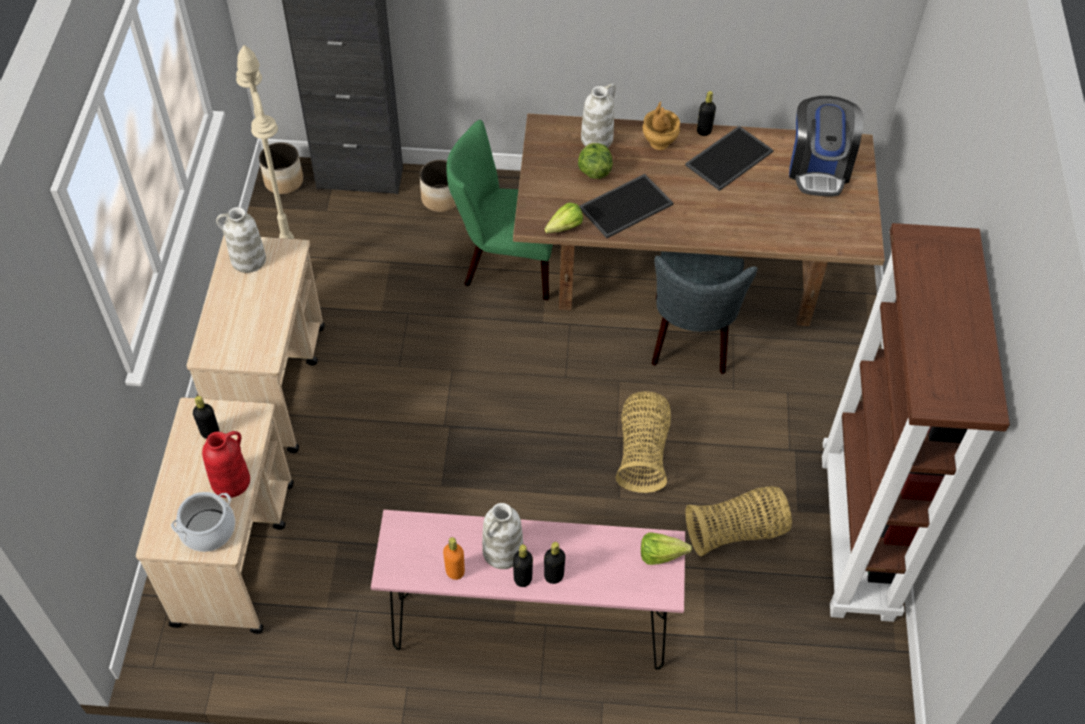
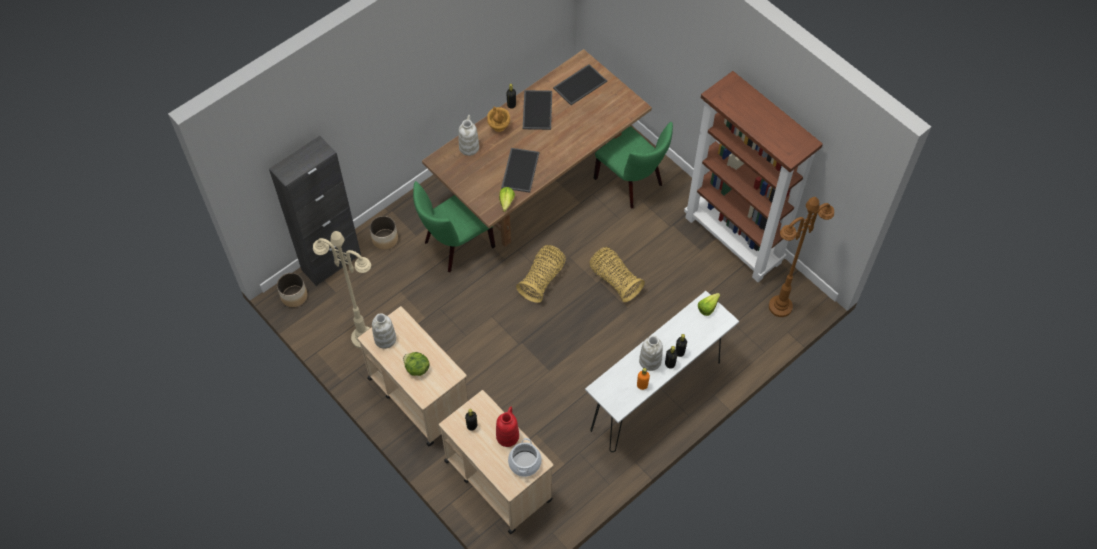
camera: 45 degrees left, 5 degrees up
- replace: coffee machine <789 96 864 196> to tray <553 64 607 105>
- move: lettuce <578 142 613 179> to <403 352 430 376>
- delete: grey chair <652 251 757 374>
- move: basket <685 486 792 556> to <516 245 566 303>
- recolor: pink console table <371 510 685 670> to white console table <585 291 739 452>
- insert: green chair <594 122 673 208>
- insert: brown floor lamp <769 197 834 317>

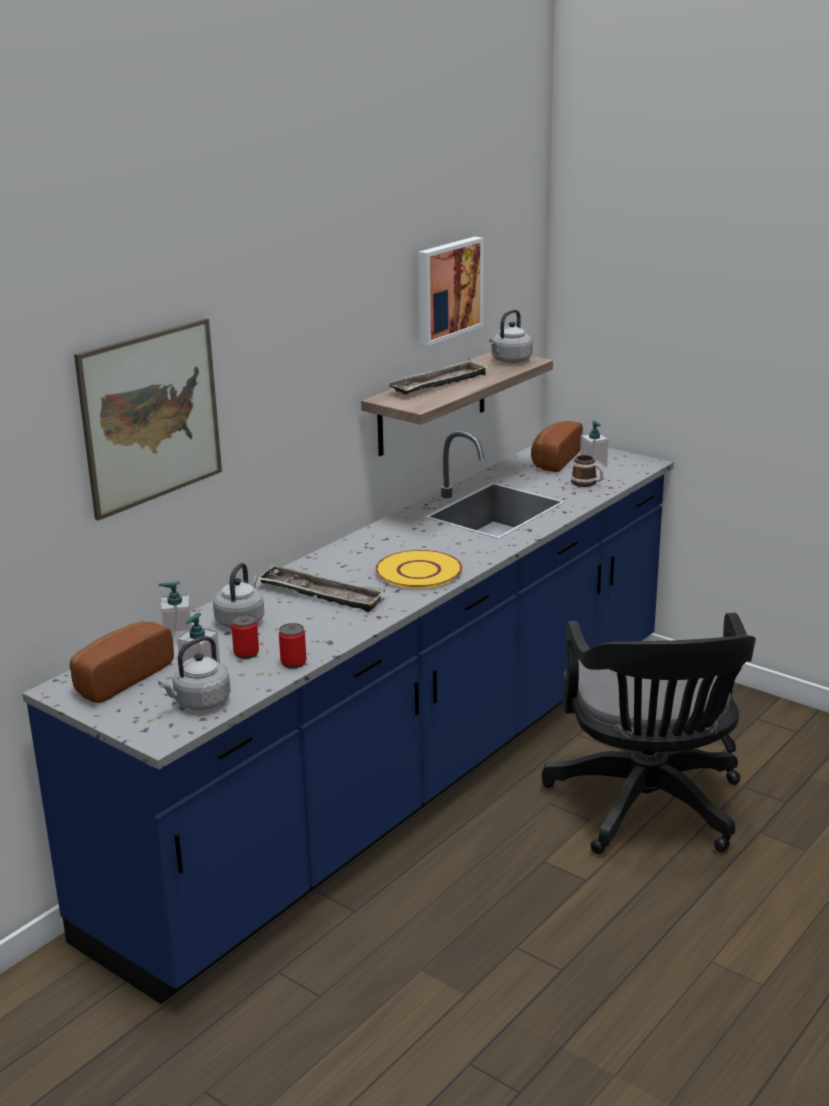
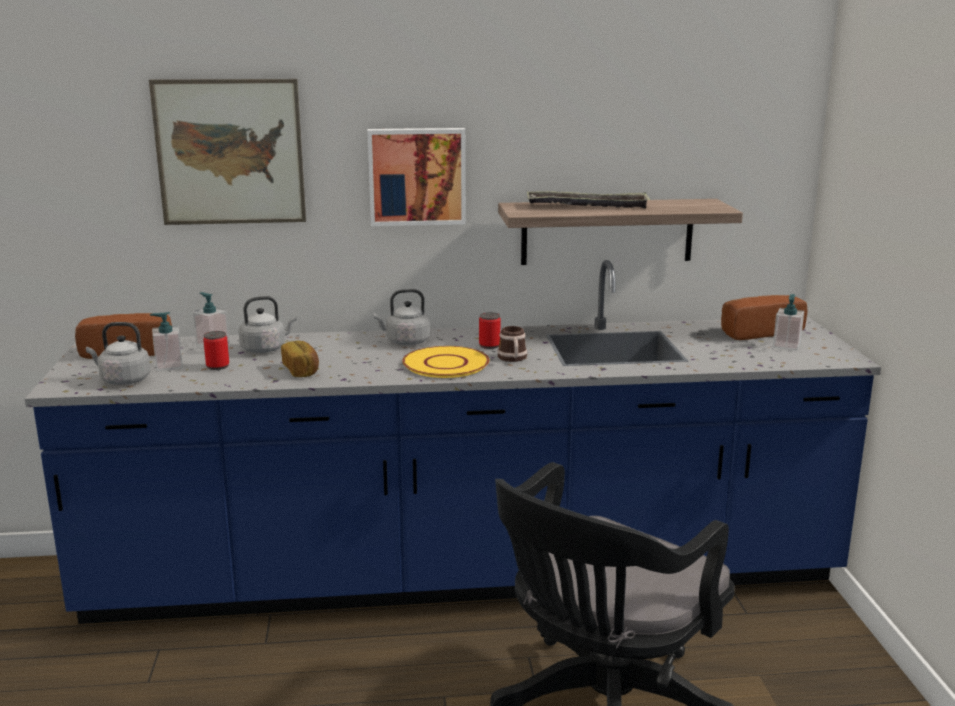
camera: 45 degrees right, 5 degrees down
- move: picture <418 237 484 346> to <367 128 466 226>
- move: grey kettle <489 309 532 363> to <373 289 430 345>
- move: mug <571 455 604 487> to <497 326 527 362>
- delete: tray <258 566 386 612>
- move: can <279 623 306 669> to <479 312 501 349>
- insert: bread <281 341 319 377>

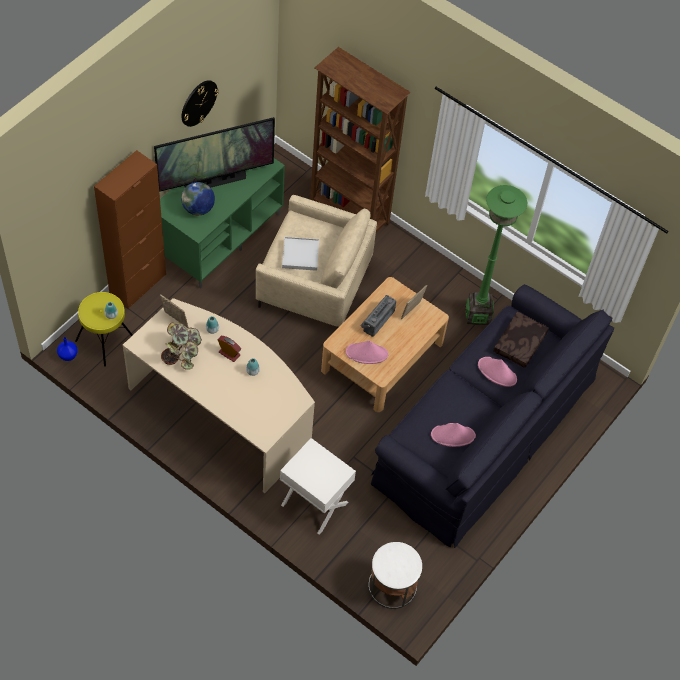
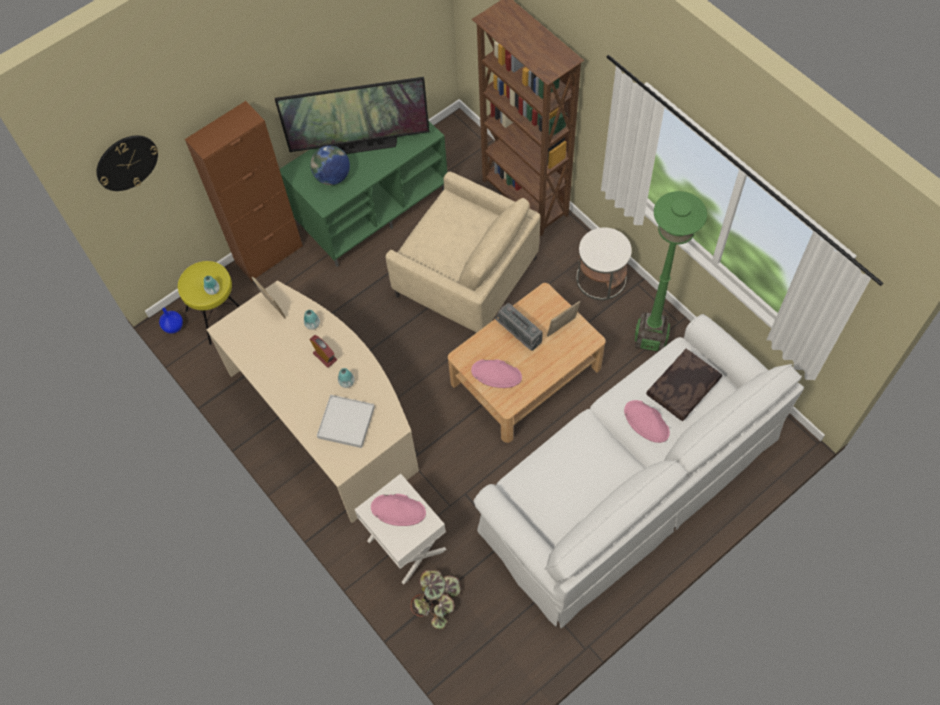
camera: 20 degrees right, 5 degrees up
- move: wall clock <181 80 219 127> to <96 136 158 191>
- move: white tray <282 237 319 271> to <317 395 375 448>
- recolor: black sofa <371 284 614 548> to white sofa <473 314 804 628>
- rotate: radio <360 295 396 337> = <495 303 543 351> 90 degrees counterclockwise
- move: potted plant <161 322 202 370> to <410 570 461 629>
- move: pink hat <431 423 476 447> to <371 494 426 526>
- move: white side table <368 542 422 609> to <576 227 632 300>

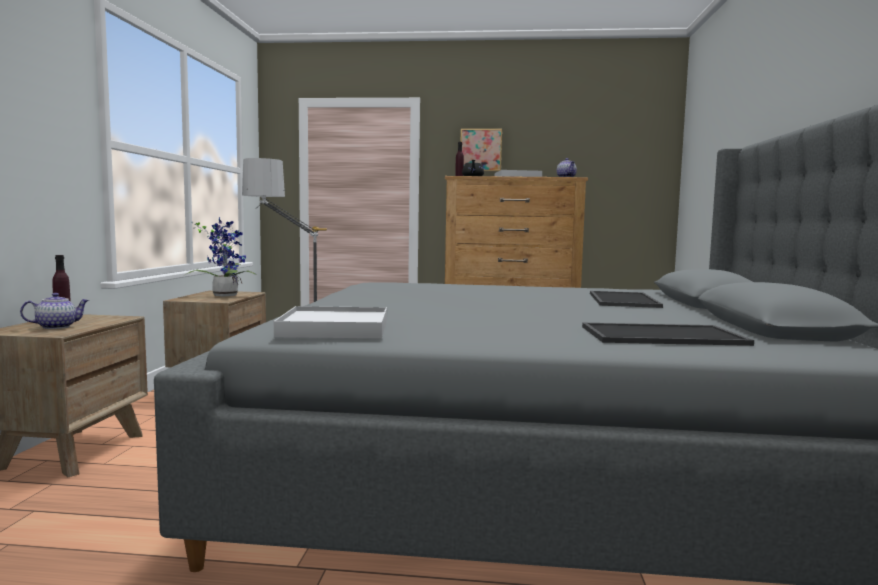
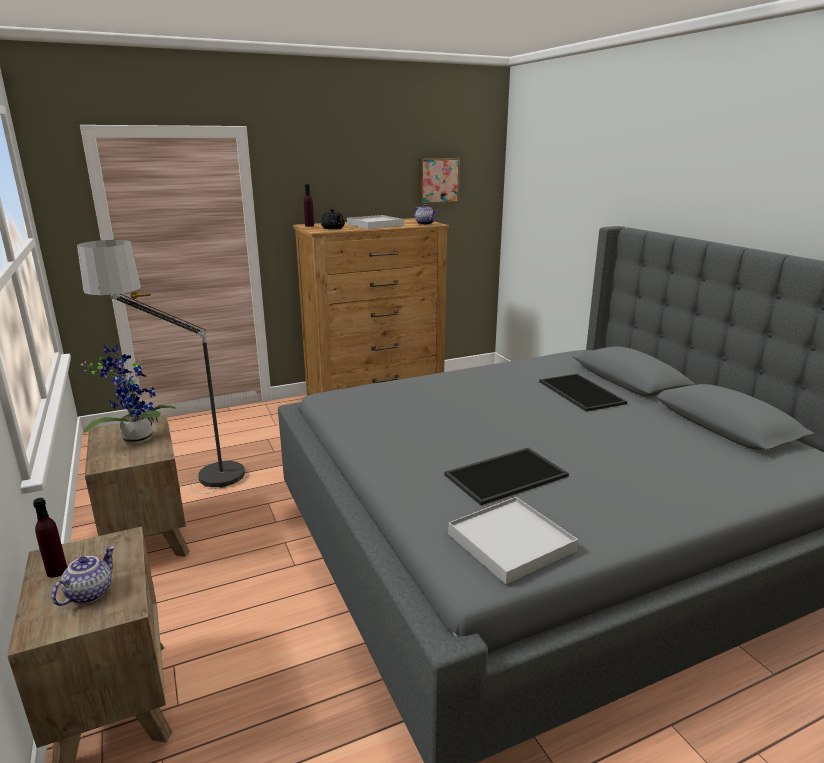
camera: 30 degrees left, 15 degrees up
- move: picture <460 129 502 172> to <419 158 460 204>
- move: tray <582 323 754 346> to <444 448 569 505>

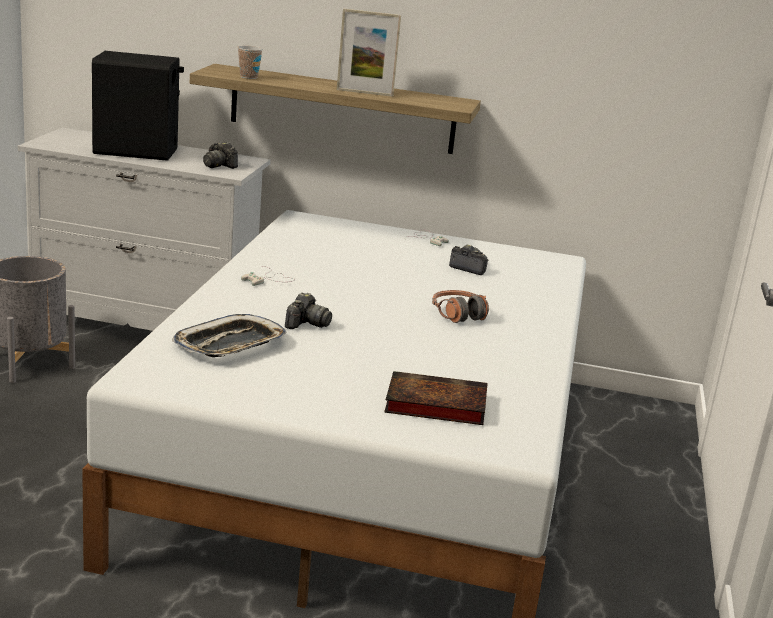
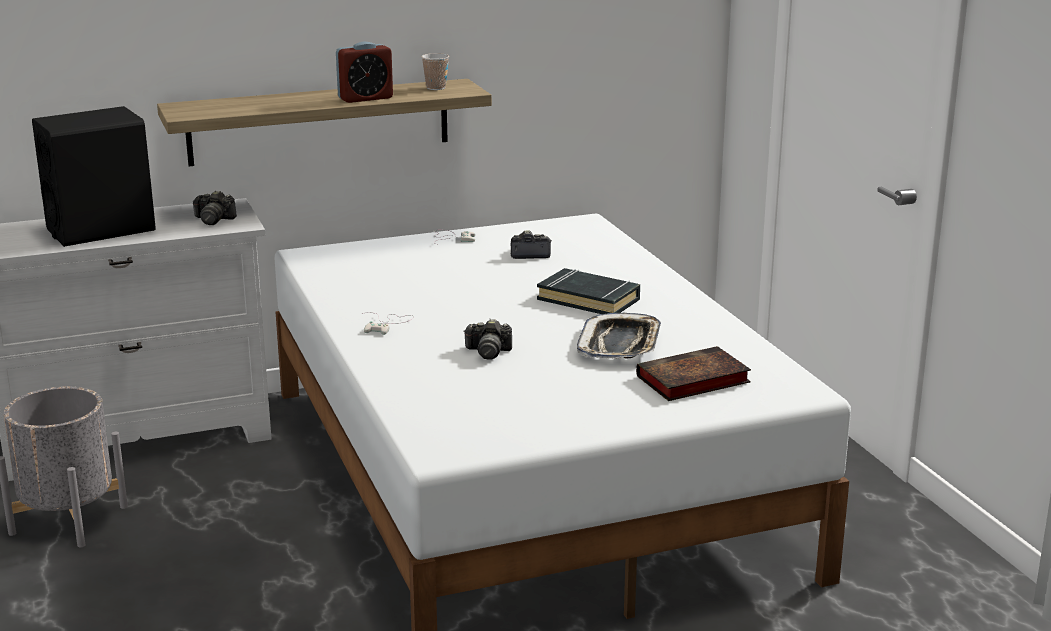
camera: 30 degrees left, 0 degrees up
- replace: picture frame <337 9 401 97> to alarm clock <336 42 393 103>
- move: cup <238 46 263 79> to <421 53 449 90>
- replace: headphones <432 290 489 323> to black book <537 268 640 314>
- rotate: photo camera <285 293 332 329> = <463 319 512 360> 105 degrees clockwise
- move: tray <172 314 287 357> to <577 313 661 359>

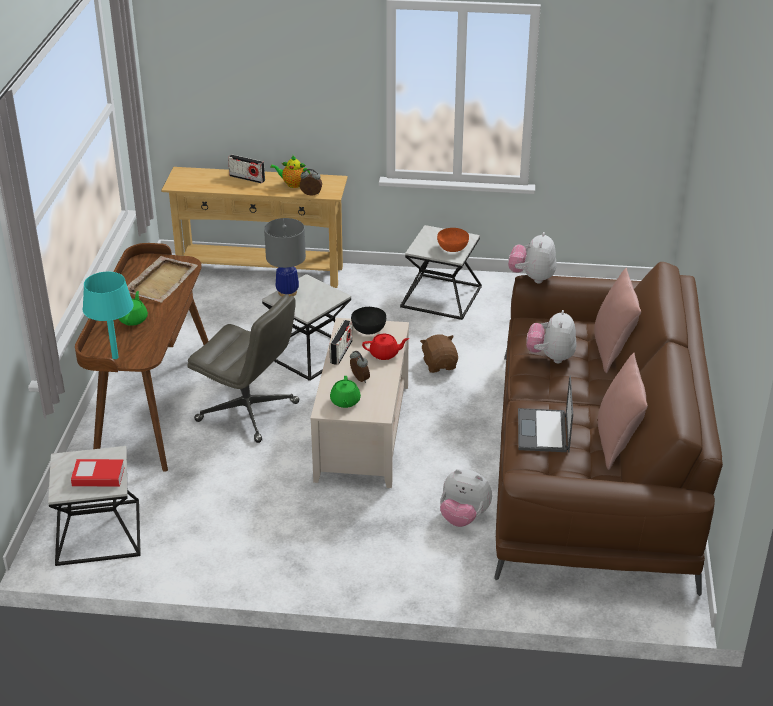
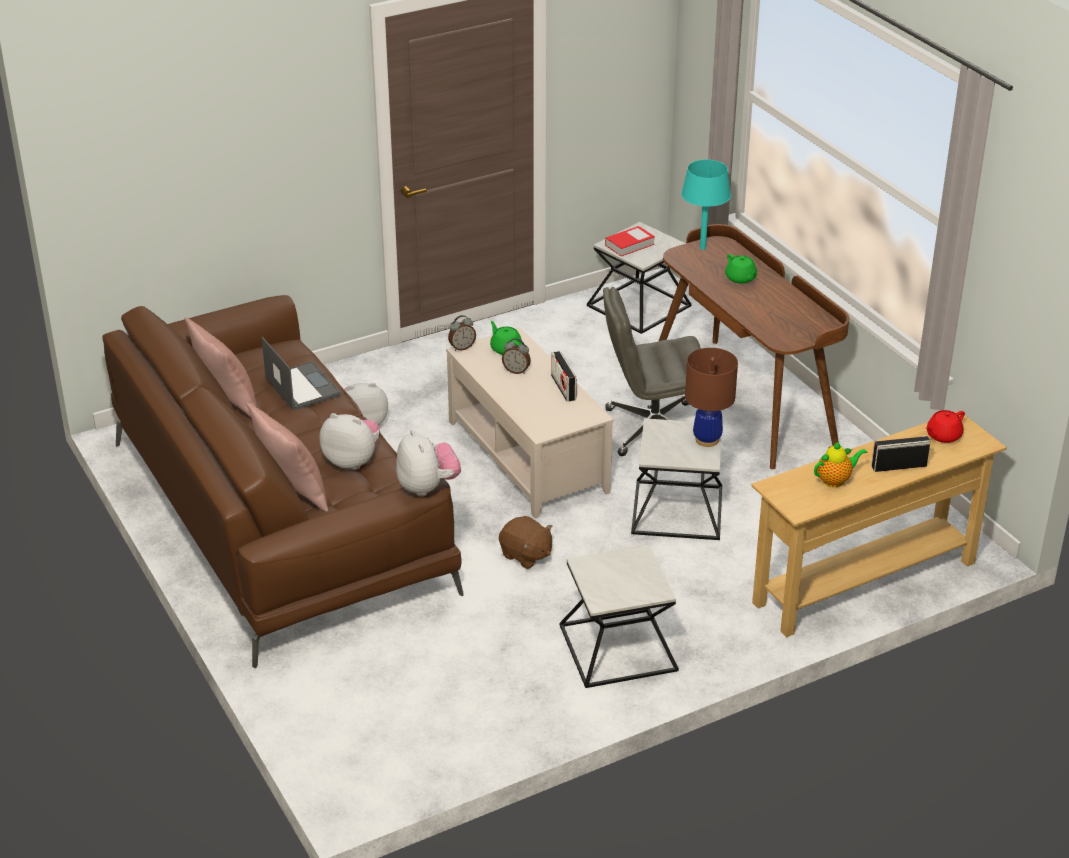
camera: 145 degrees right, 0 degrees up
- move: alarm clock <300 169 322 195> to <448 315 476 351>
- recolor: grey table lamp <264 218 306 297> to brown table lamp <685 348 738 447>
- delete: orange bowl <437 228 469 252>
- delete: beige tray <127 256 198 302>
- delete: black bowl <351 307 386 334>
- rotate: plush toy <526 310 576 363> = <320 413 380 470> 45 degrees counterclockwise
- move: red teapot <362 334 409 360> to <926 410 965 443>

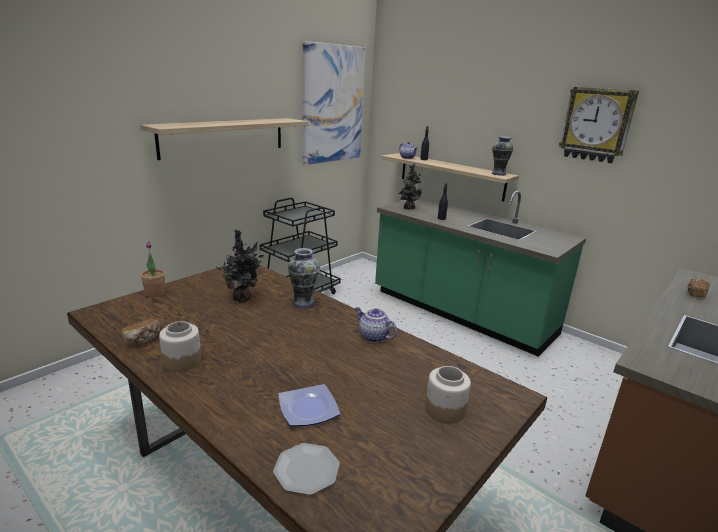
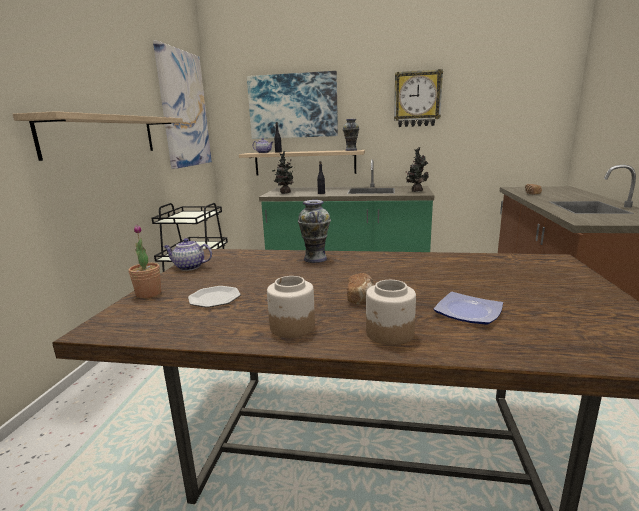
camera: 30 degrees left, 5 degrees down
- move: potted plant <216 229 264 302> to <405 147 429 192>
- move: teapot <355 307 397 343> to <163 238 212 271>
- move: bread <121 319 162 346> to <347 273 374 305>
- move: jar <425 366 471 424> to <366 280 416 345>
- move: plate <273 443 340 495> to <188 286 241 308>
- insert: picture <247 71 338 139>

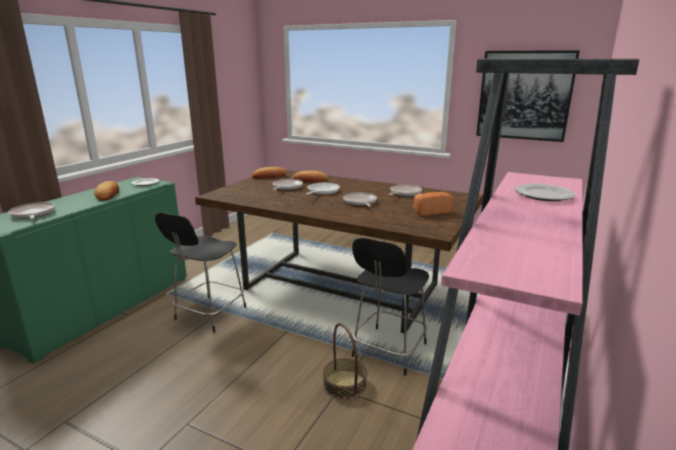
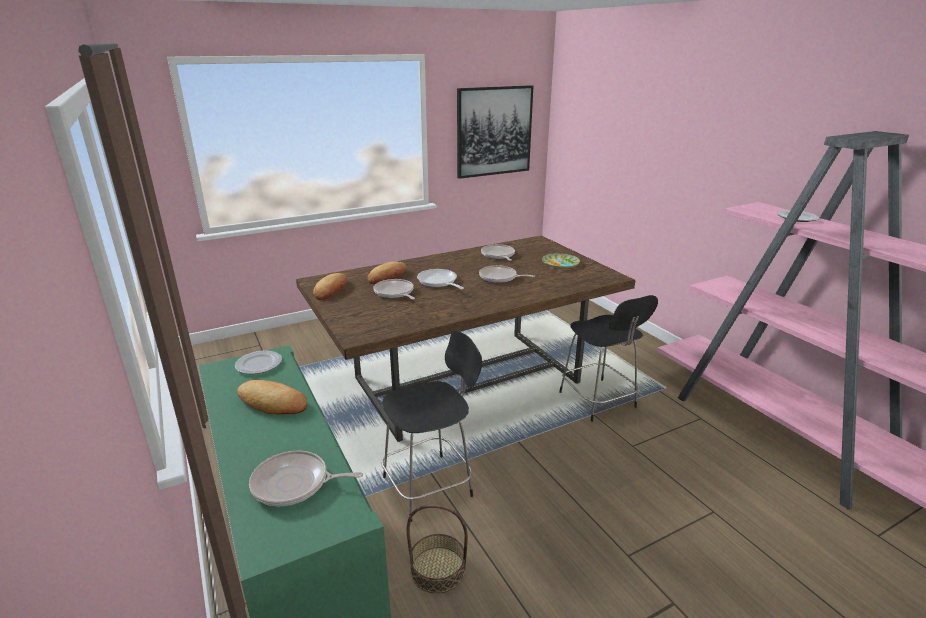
camera: 55 degrees left, 5 degrees up
- replace: bread <413 192 454 216> to plate <542 253 580 268>
- rotate: black chair <155 213 246 333> = <381 330 482 522> 90 degrees counterclockwise
- move: basket <323 323 367 400> to <407 504 468 594>

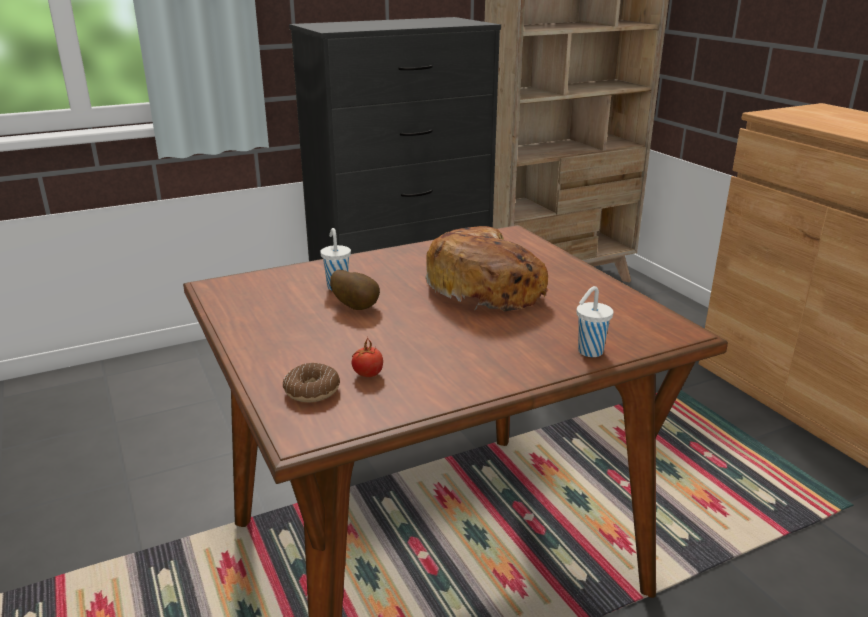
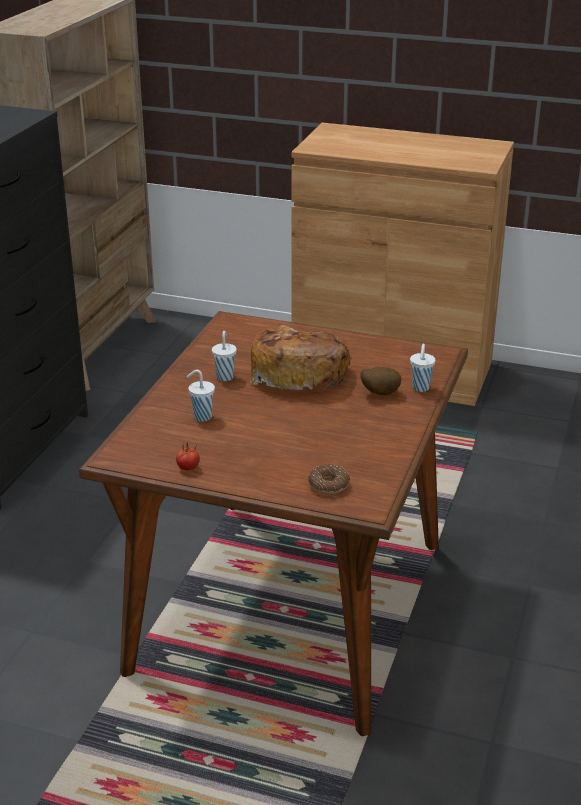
camera: 45 degrees left, 5 degrees up
- move: potato <330 270 380 310> to <361 367 402 395>
- move: tomato <352 336 383 377> to <176 442 200 470>
- insert: white cup <212 331 236 381>

